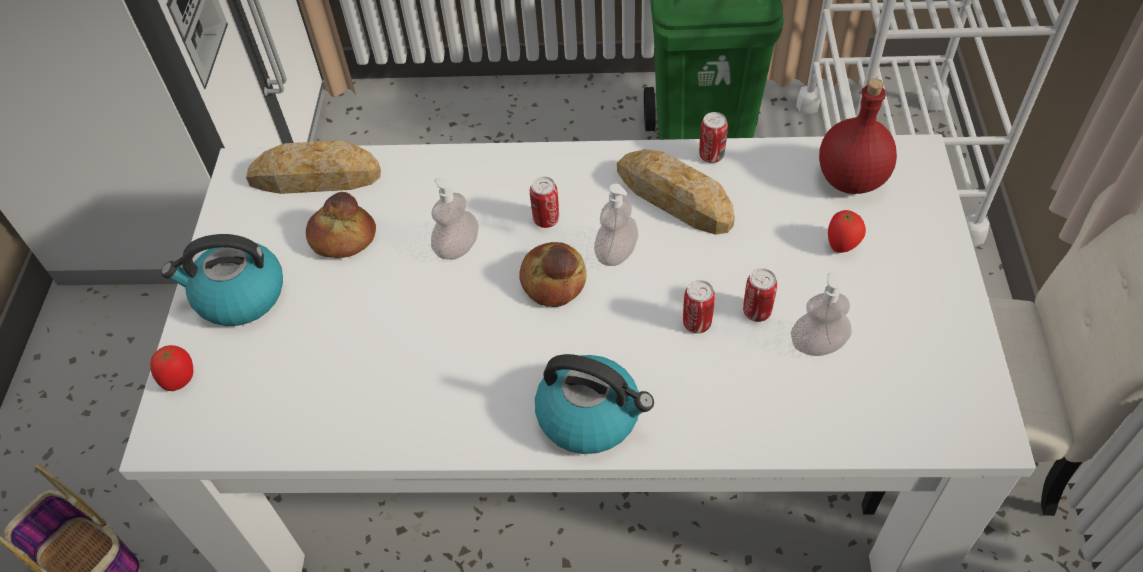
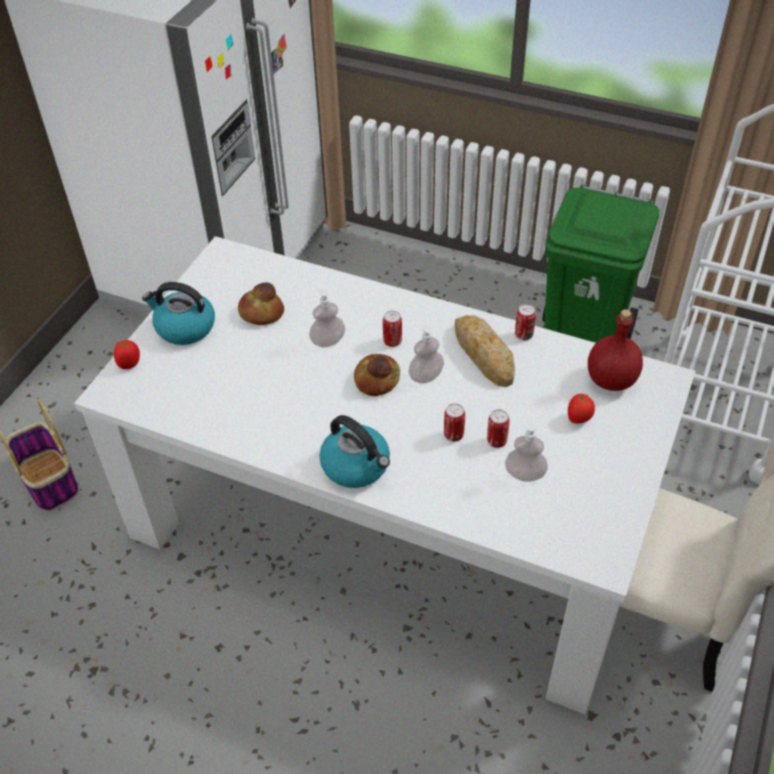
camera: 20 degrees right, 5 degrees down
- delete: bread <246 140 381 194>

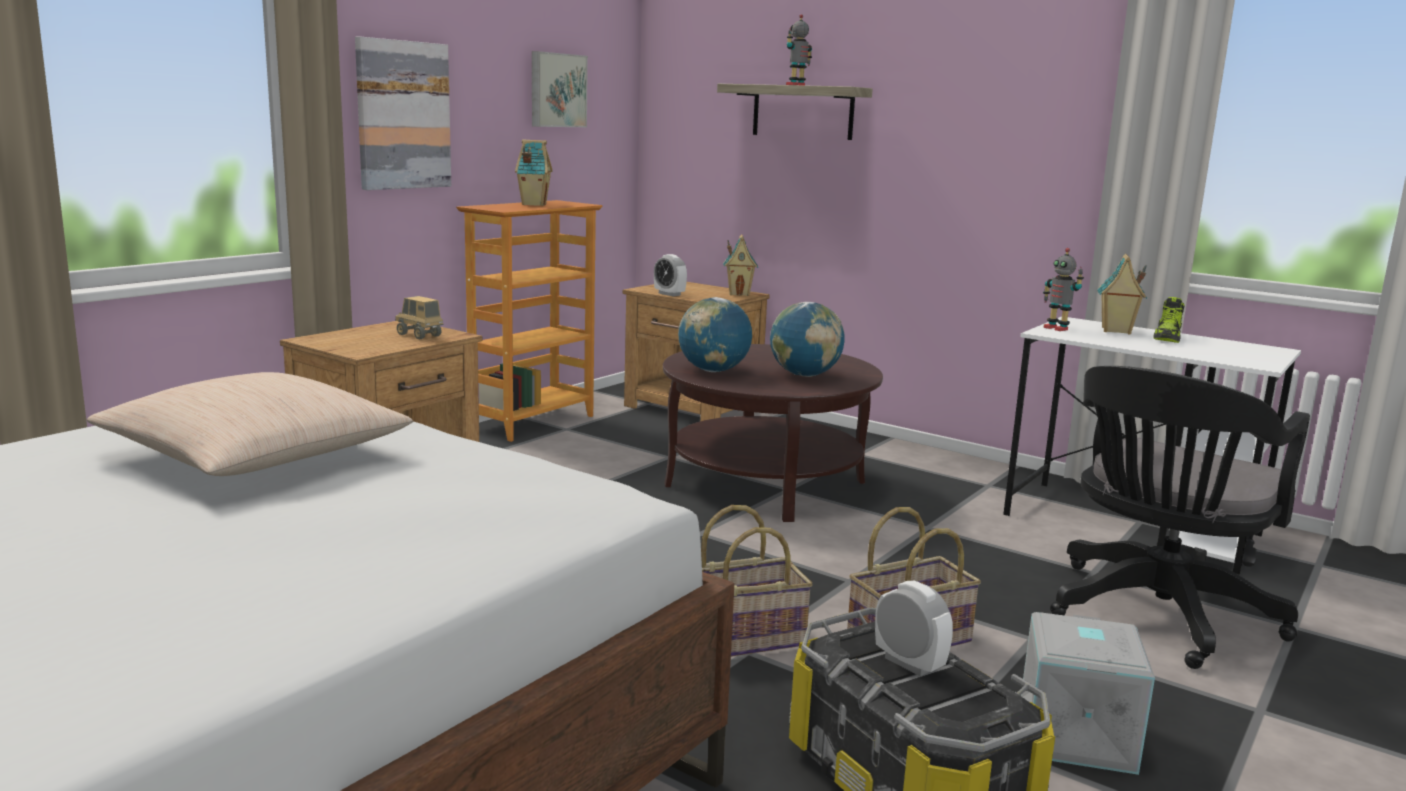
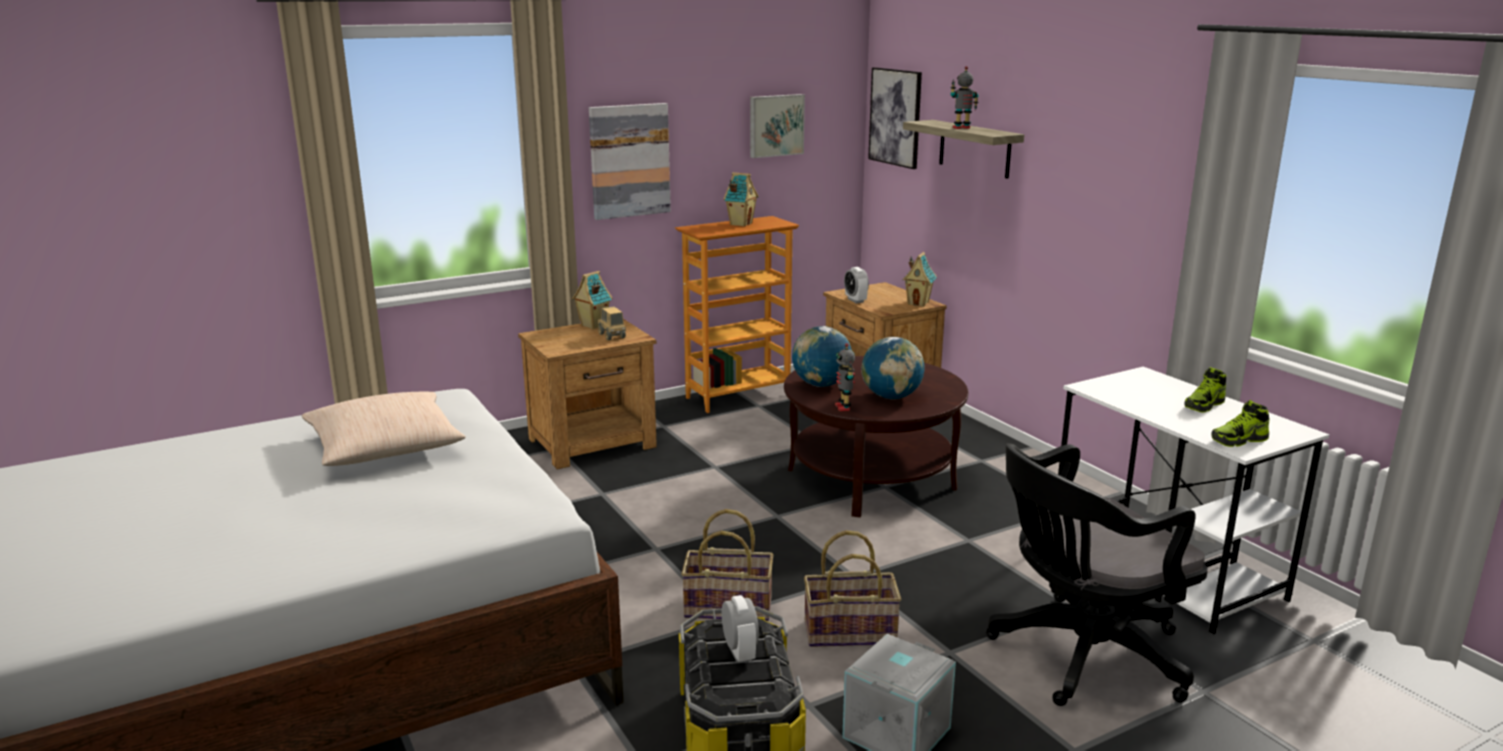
camera: 25 degrees right, 5 degrees up
- move: toy robot <1043 248 1084 331> to <835 343 855 411>
- move: toy house <1097 254 1147 334> to <572 271 612 329>
- insert: picture <868 67 922 169>
- insert: shoe <1211 400 1270 447>

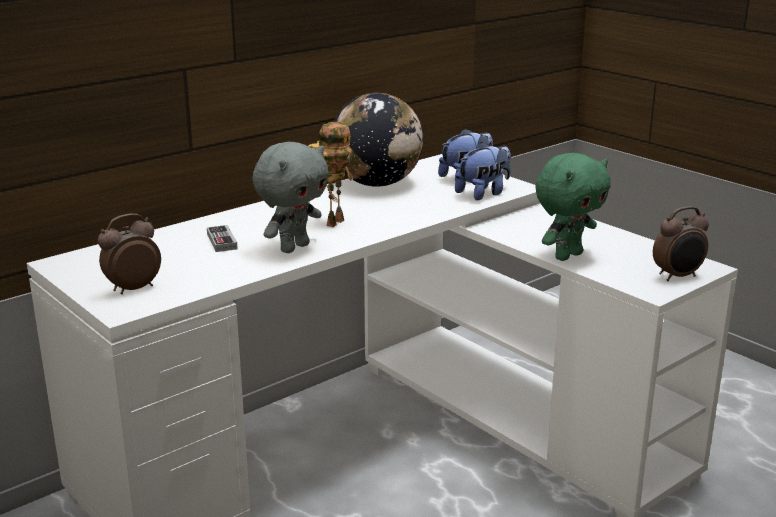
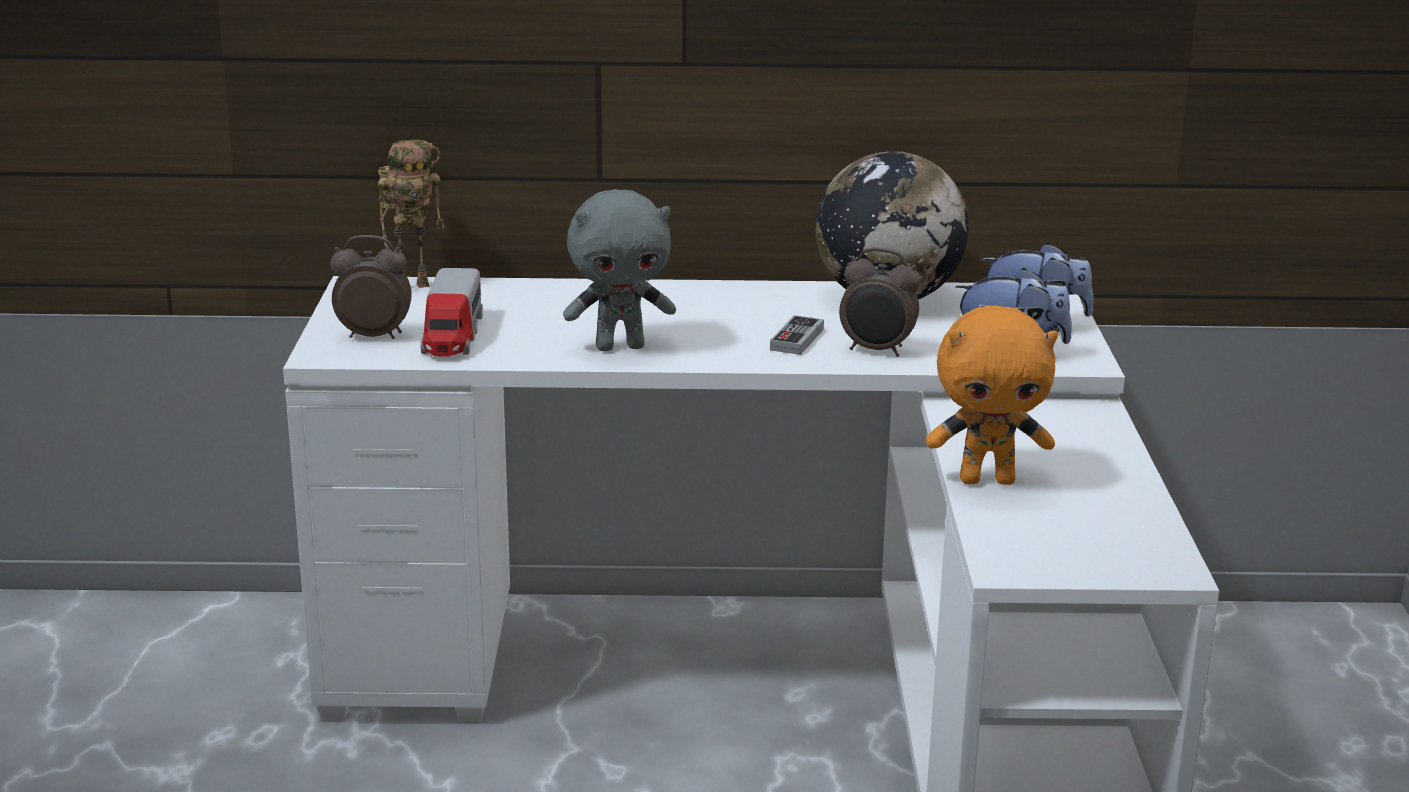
camera: 40 degrees right, 0 degrees up
- move: toy robot <308 122 353 227> to <378 139 444 288>
- recolor: green plush toy <535 153 611 261> to orange plush toy <926 305 1058 485>
- move: alarm clock <653 206 709 281> to <839 247 921 357>
- move: game controller <207 225 238 252> to <770 315 824 355>
- insert: toy truck <421 268 483 357>

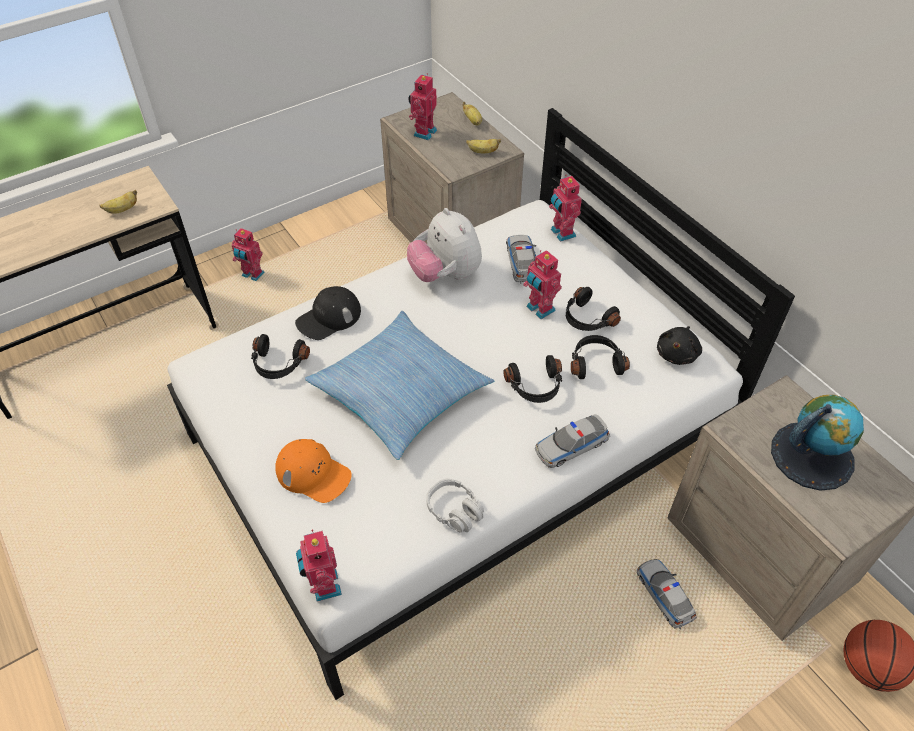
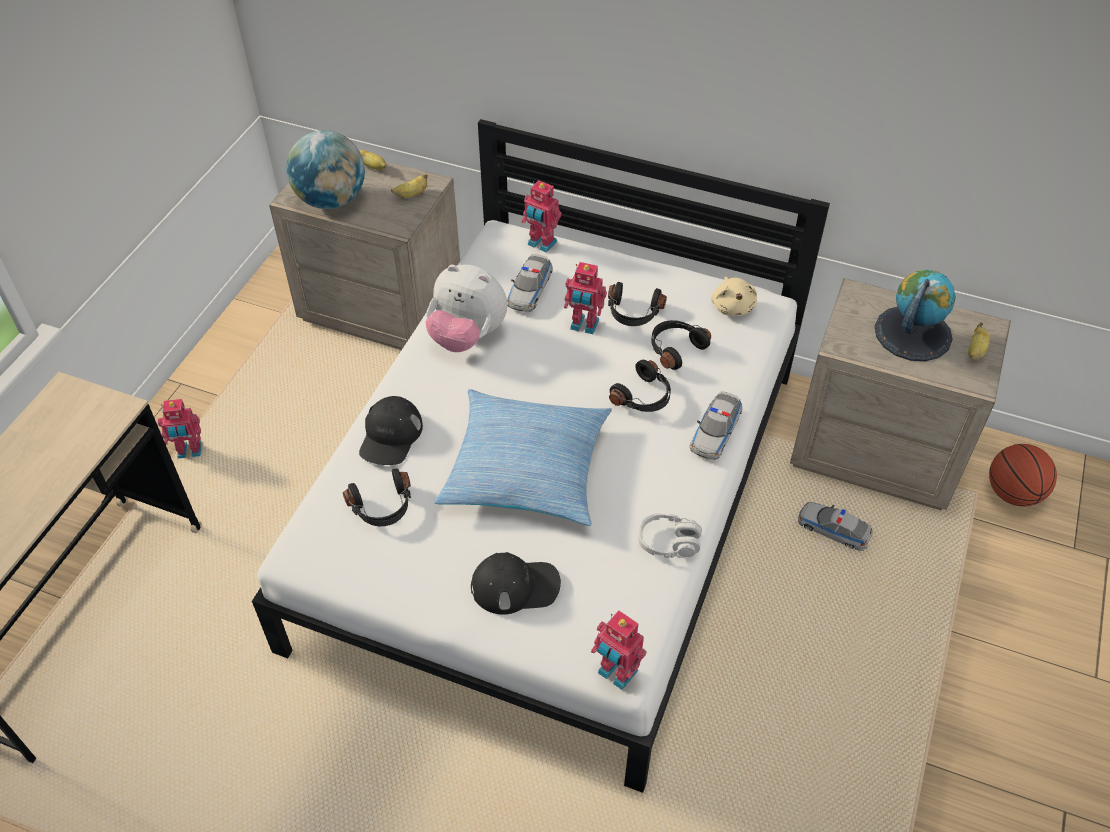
camera: 35 degrees left, 0 degrees up
- replace: toy robot <408 73 437 140> to globe <286 130 365 209>
- move: banana <99 190 137 214> to <968 322 990 360>
- rotate: toy car <506 235 536 283> = <507 254 553 312> 120 degrees counterclockwise
- recolor: black plush toy <657 326 702 365> to beige plush toy <711 277 757 316>
- recolor: orange cap <275 439 352 503> to black cap <471 552 561 615>

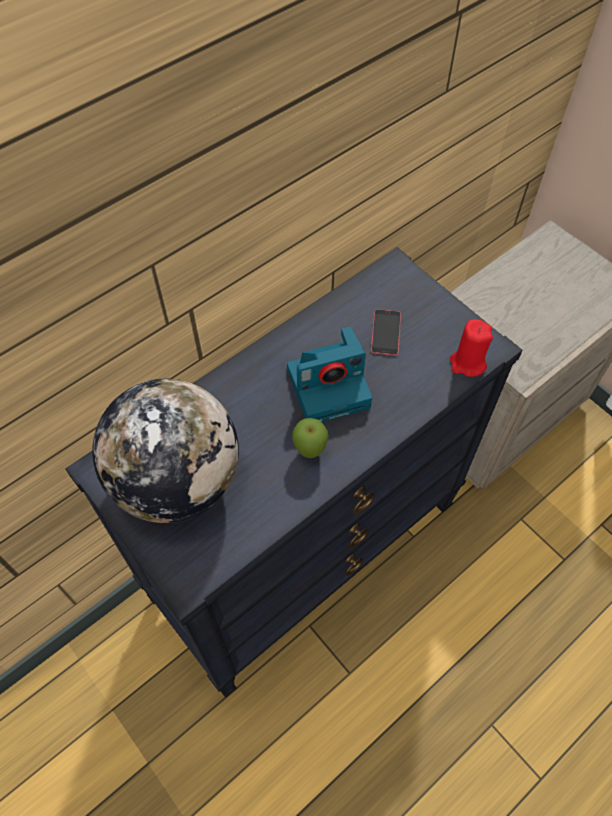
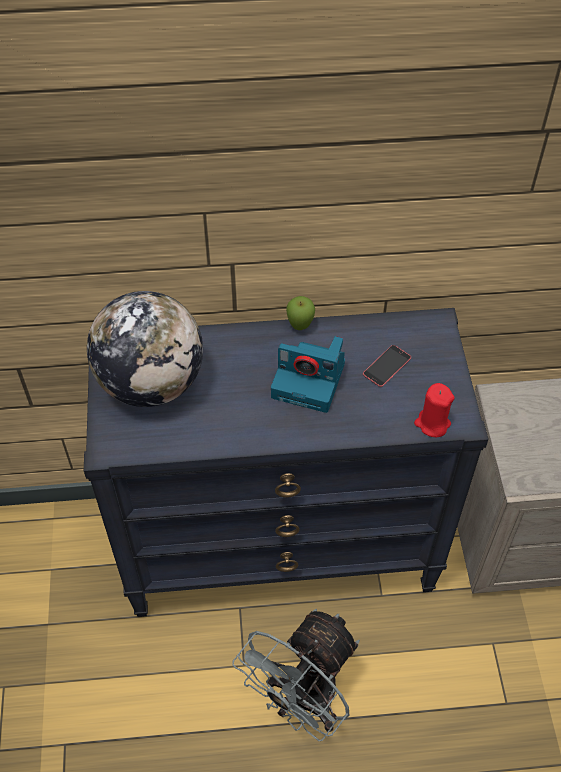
camera: 35 degrees right, 5 degrees down
- move: apple <292 418 329 458> to <286 296 315 330>
- insert: grey fan <232 609 360 741>

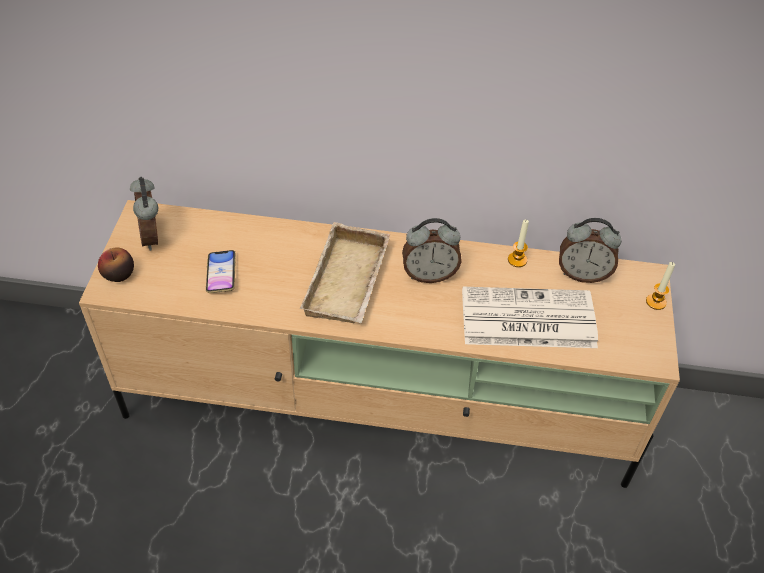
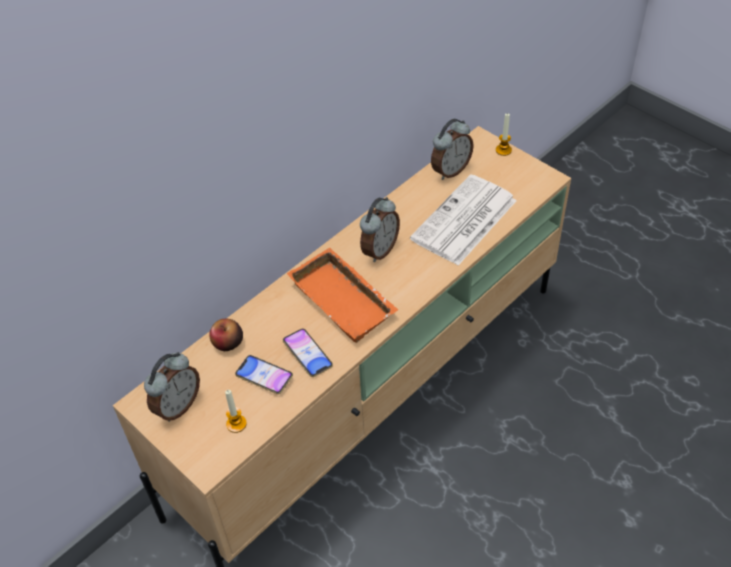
camera: 50 degrees left, 0 degrees up
- rotate: alarm clock <130 177 158 251> = <144 352 200 422> 75 degrees counterclockwise
- move: candle <508 220 529 267> to <225 390 247 433>
- recolor: beige tray <300 222 390 323> to orange tray <287 247 398 343>
- move: apple <98 247 134 282> to <209 319 243 351>
- insert: phone <283 329 333 377>

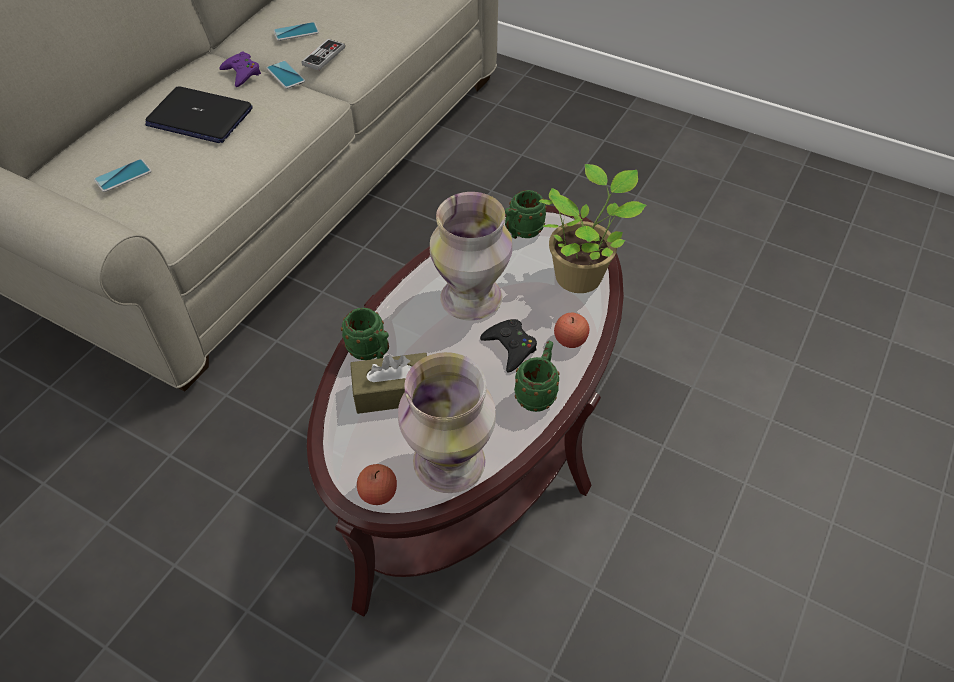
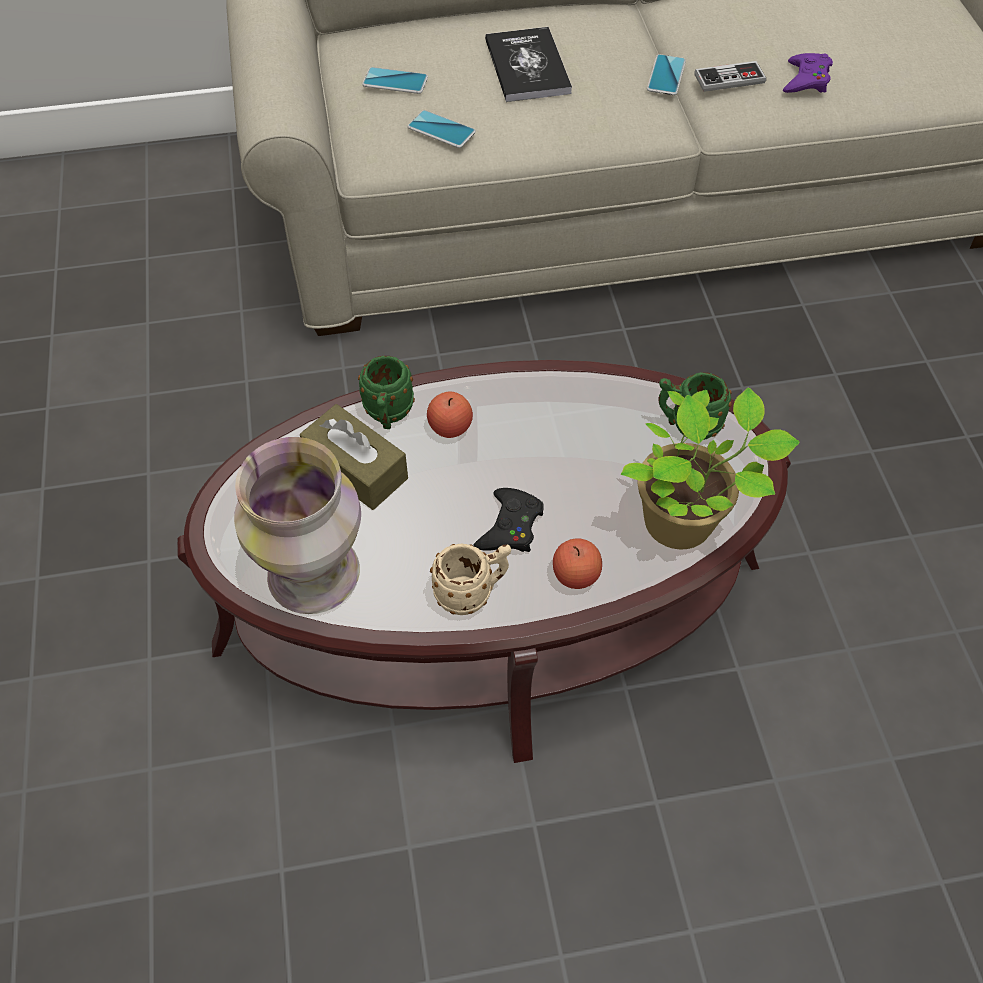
camera: 50 degrees right, 5 degrees up
- move: phone <274 22 319 41> to <407 110 476 148>
- move: purple game controller <220 52 261 87> to <783 53 833 93>
- replace: laptop <145 86 253 143> to book <485 27 572 102>
- delete: vase <430 192 512 321>
- recolor: green mug <514 341 560 412> to beige mug <430 544 511 615>
- move: apple <357 464 397 505> to <427 391 473 438>

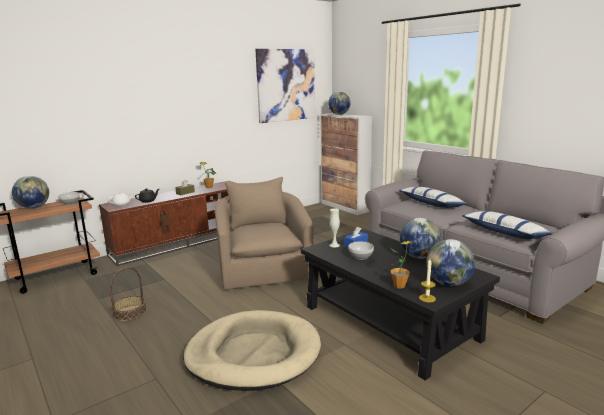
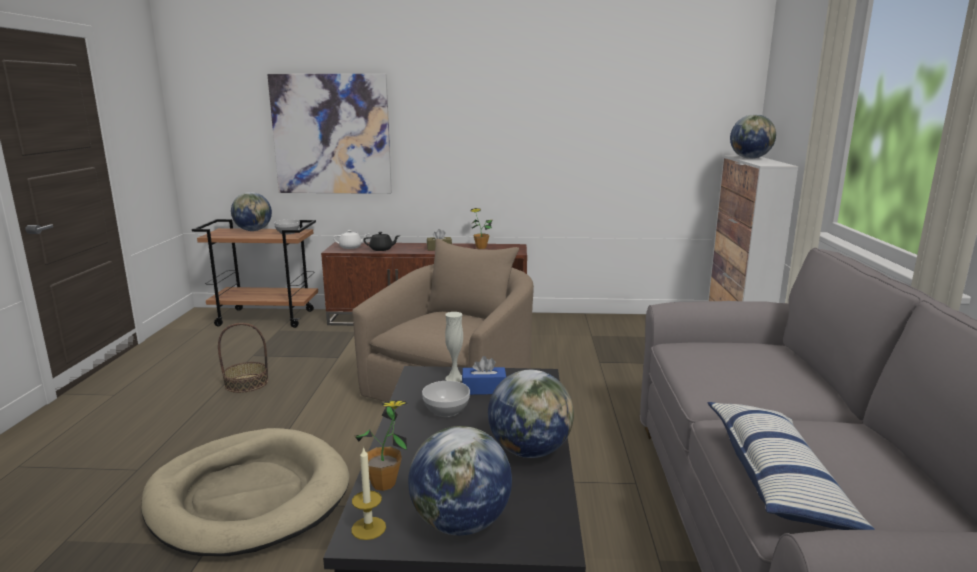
camera: 40 degrees right, 0 degrees up
- move: picture <255 49 315 123> to <267 74 392 194>
- delete: pillow <399 187 467 208>

